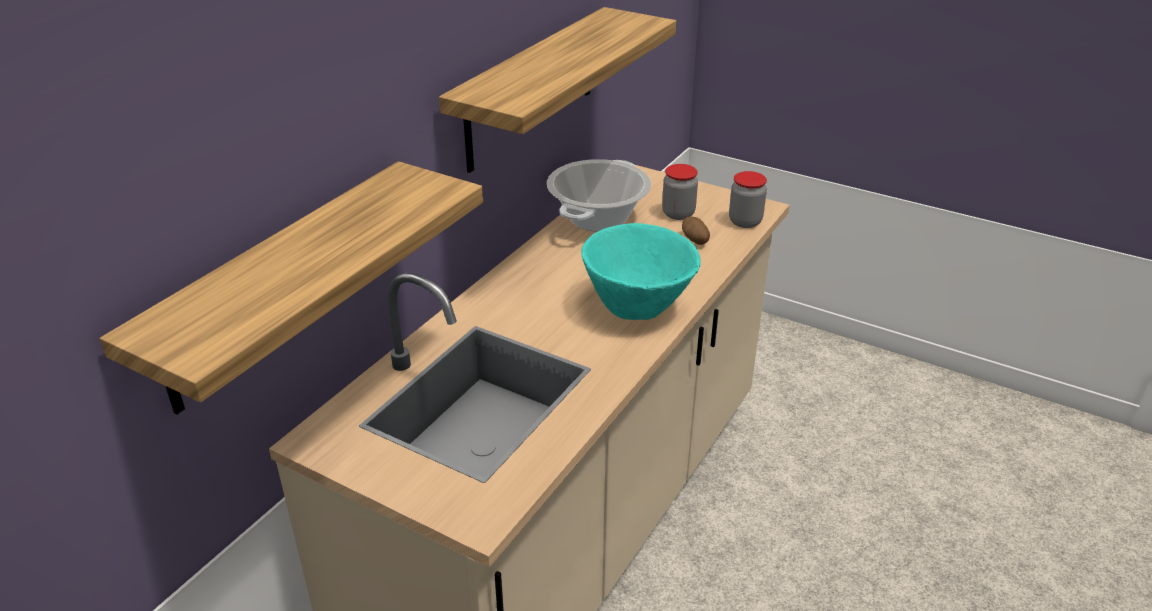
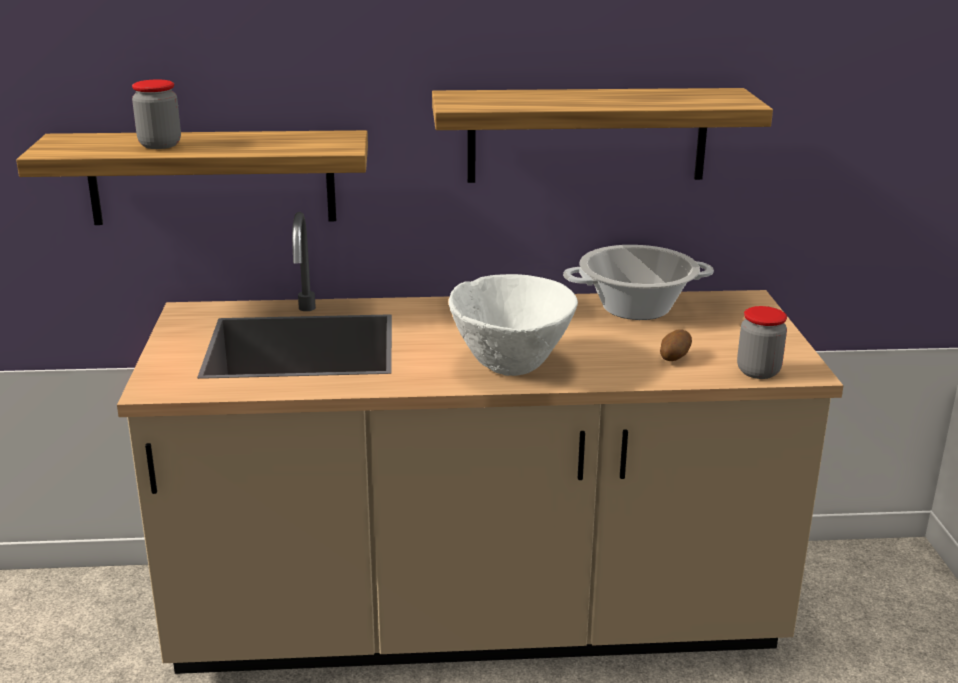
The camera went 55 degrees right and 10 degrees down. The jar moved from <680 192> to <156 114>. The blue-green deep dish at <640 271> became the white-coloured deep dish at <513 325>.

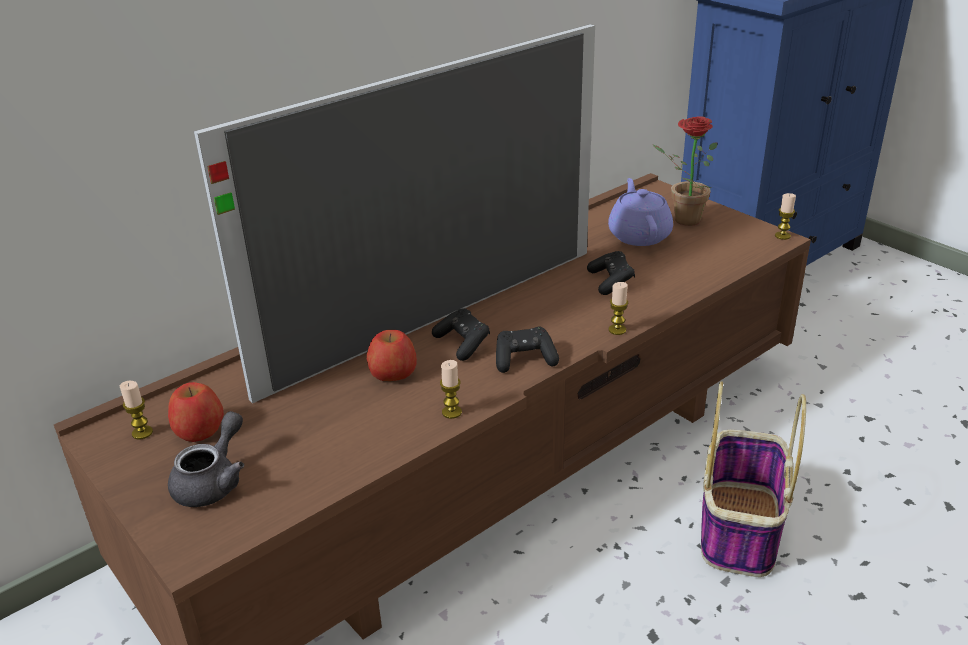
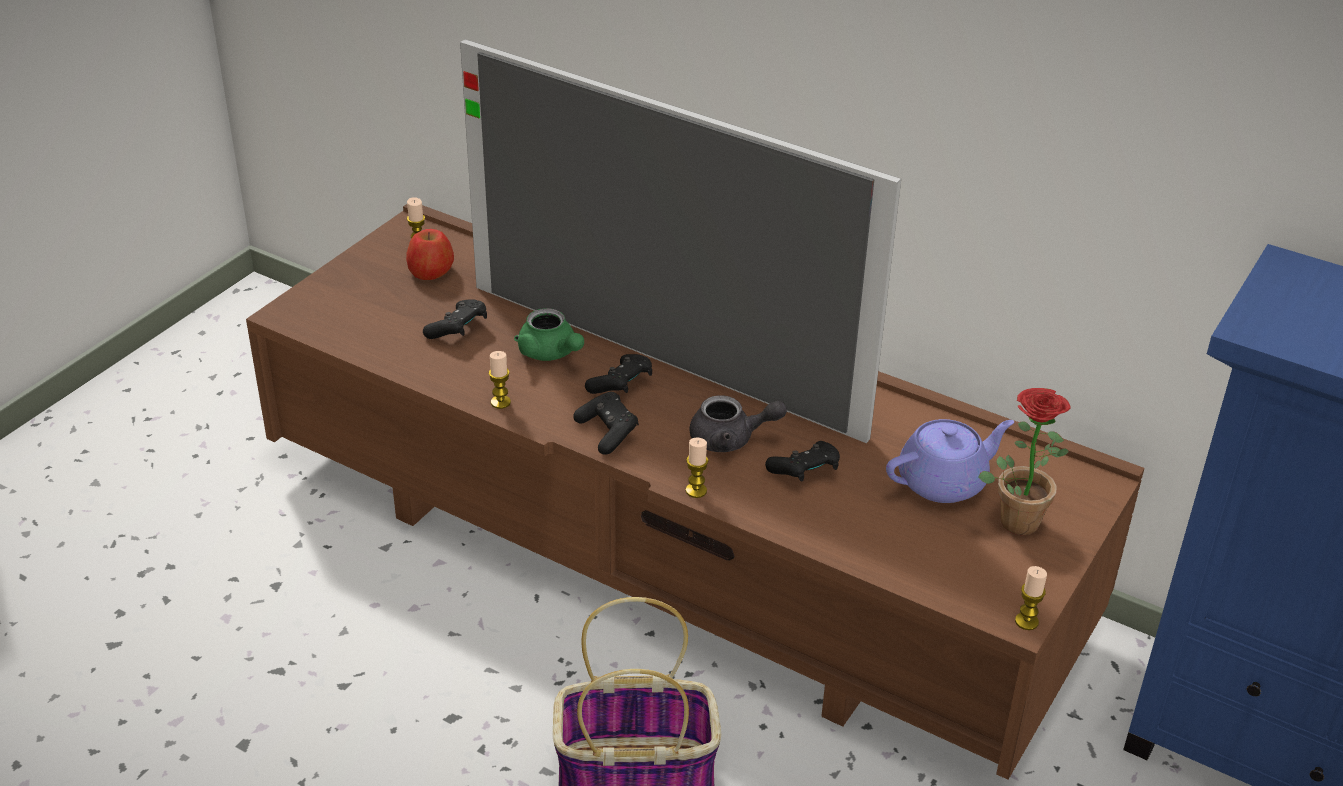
The camera went 70 degrees right and 5 degrees up. The black gamepad at <455 319> appeared. The apple fruit at <392 355> was replaced by the greenish pot for tea at <549 334>. The gray pot for tea moved from <206 459> to <738 423>.

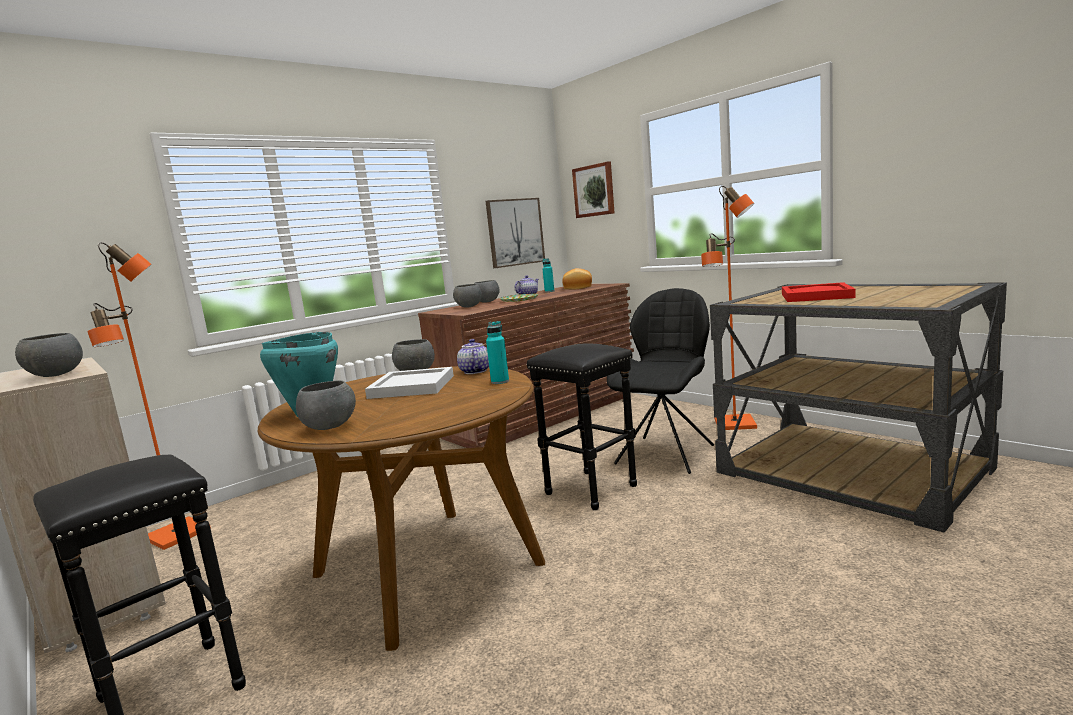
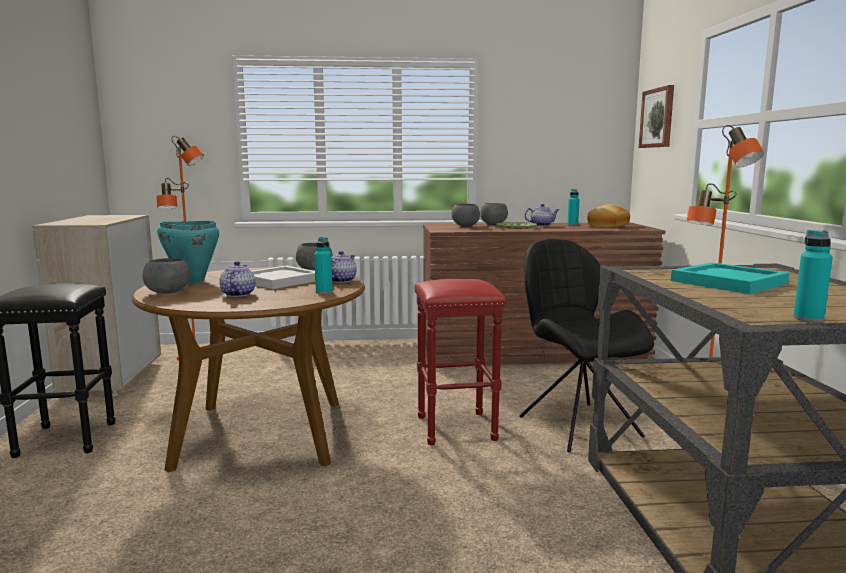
The camera went 35 degrees right and 0 degrees up. The pot for tea at <237 279> appeared. The black stool at <582 427> became the red-coloured stool at <460 362>. The black plain chair at <660 381> turned 90 degrees counterclockwise. The red-coloured tray at <819 292> became the blue-green tray at <730 278>. The blue-green beverage bottle at <813 276> appeared. The gray deep dish at <49 355> disappeared. The wall art at <515 233> disappeared.

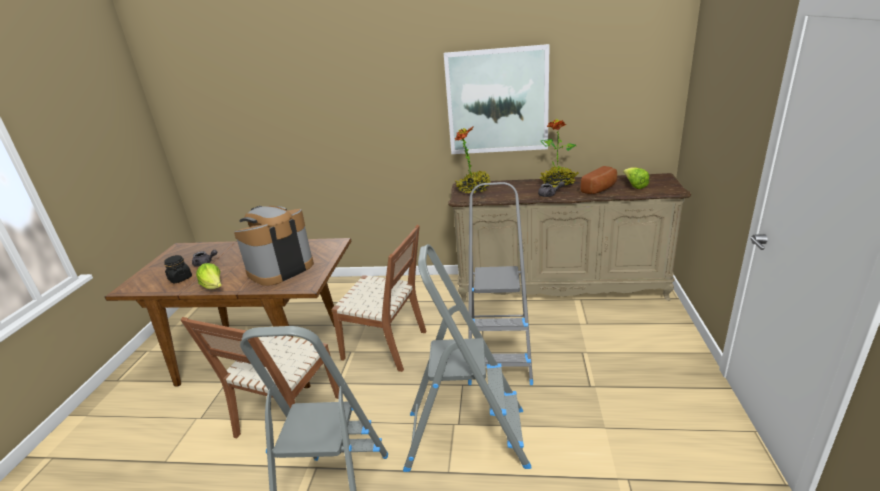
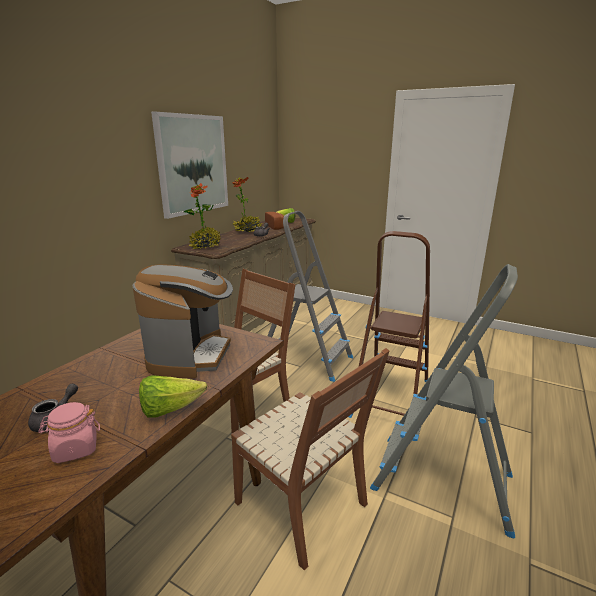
The camera went 70 degrees left and 5 degrees down. The black jar at <178 269> became the pink jar at <69 432>. The coffee machine at <274 246> turned 150 degrees counterclockwise. The gray stepladder at <467 358> became the brown-coloured stepladder at <389 324>.

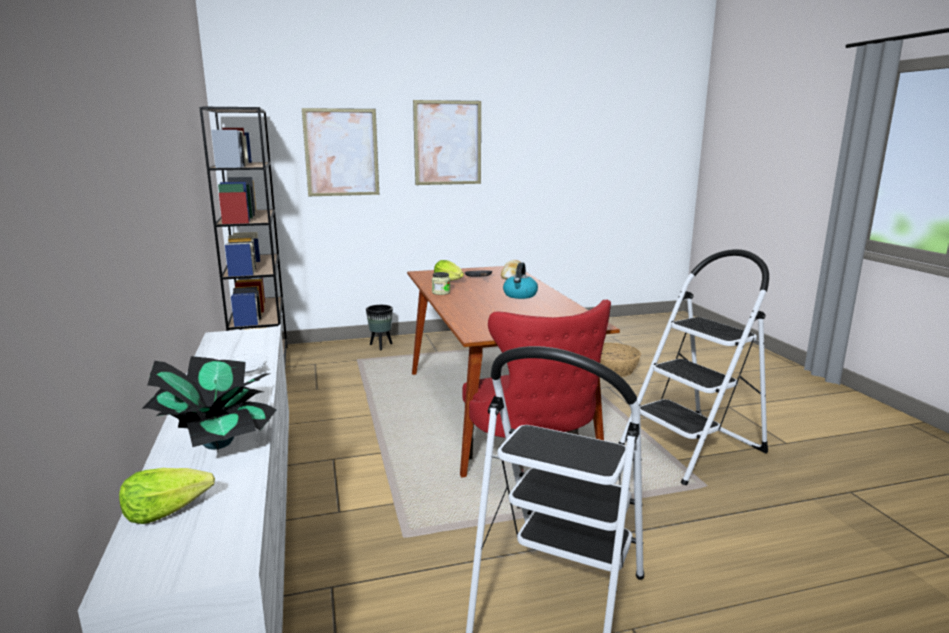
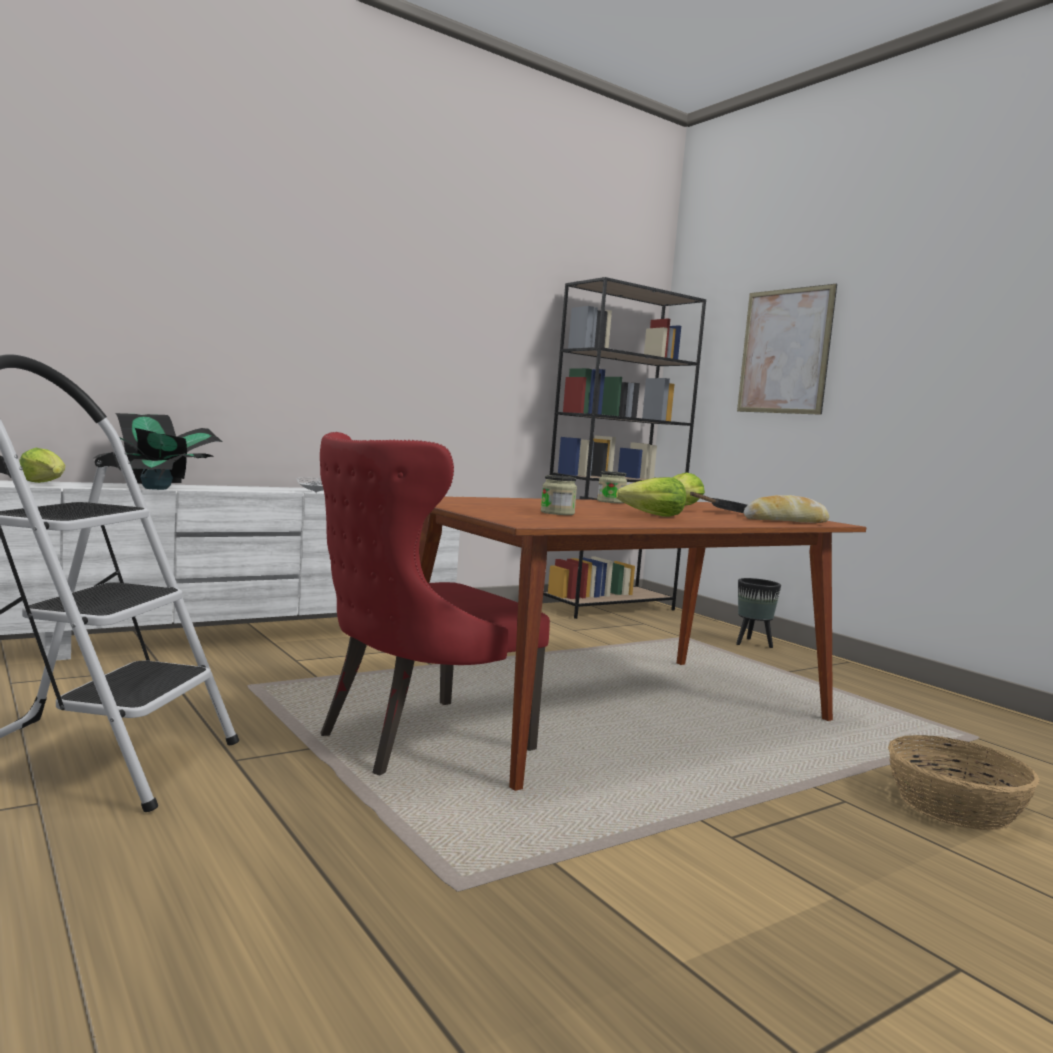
The camera went 70 degrees right and 10 degrees down. The jar at <559 495> appeared. The tea kettle at <520 280> was replaced by the head of lettuce at <651 497>. The wall art at <447 142> disappeared. The stepladder at <693 367> disappeared.

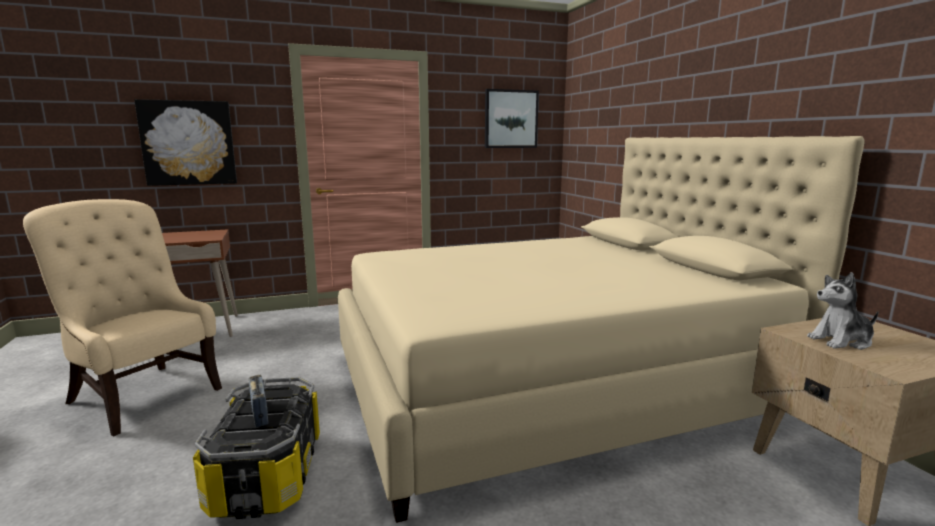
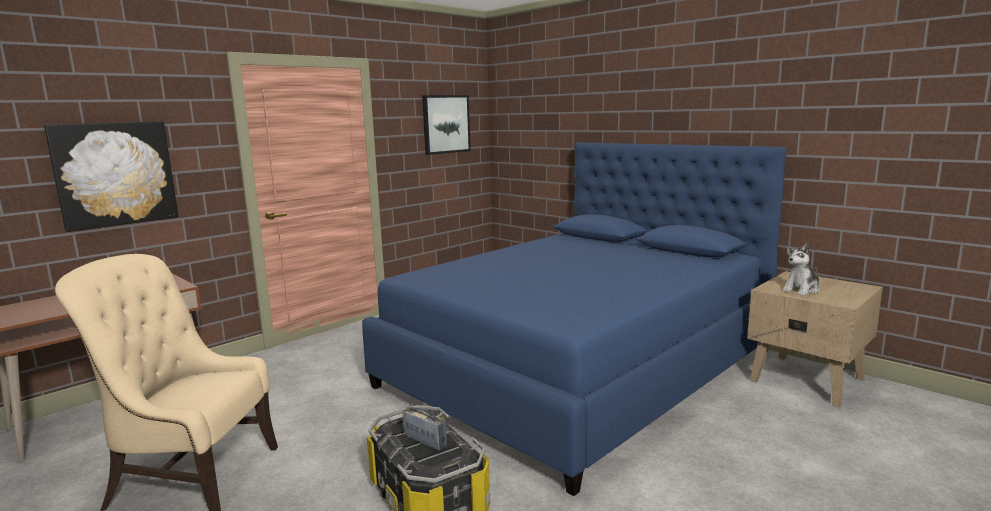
The camera went 25 degrees left and 0 degrees up. The sand-coloured sleeping bed at <601 329> became the blue-coloured sleeping bed at <574 319>.

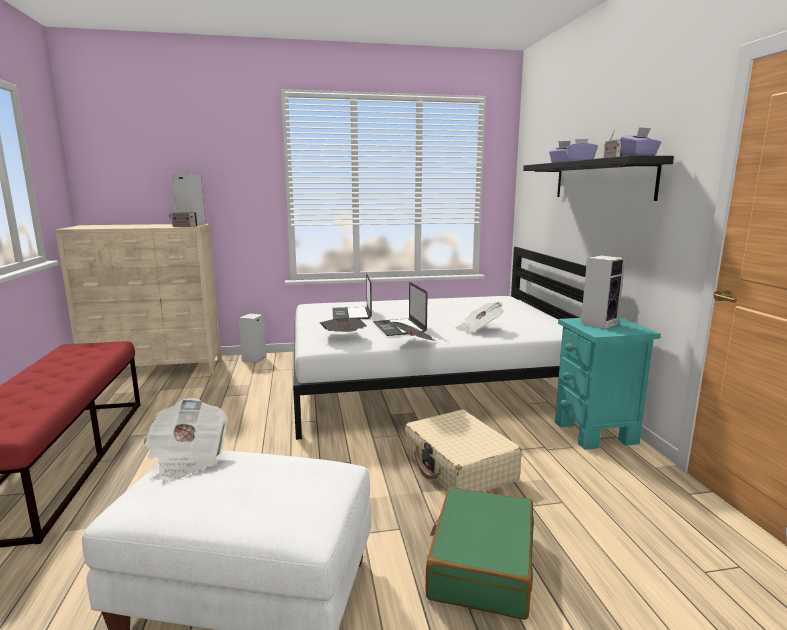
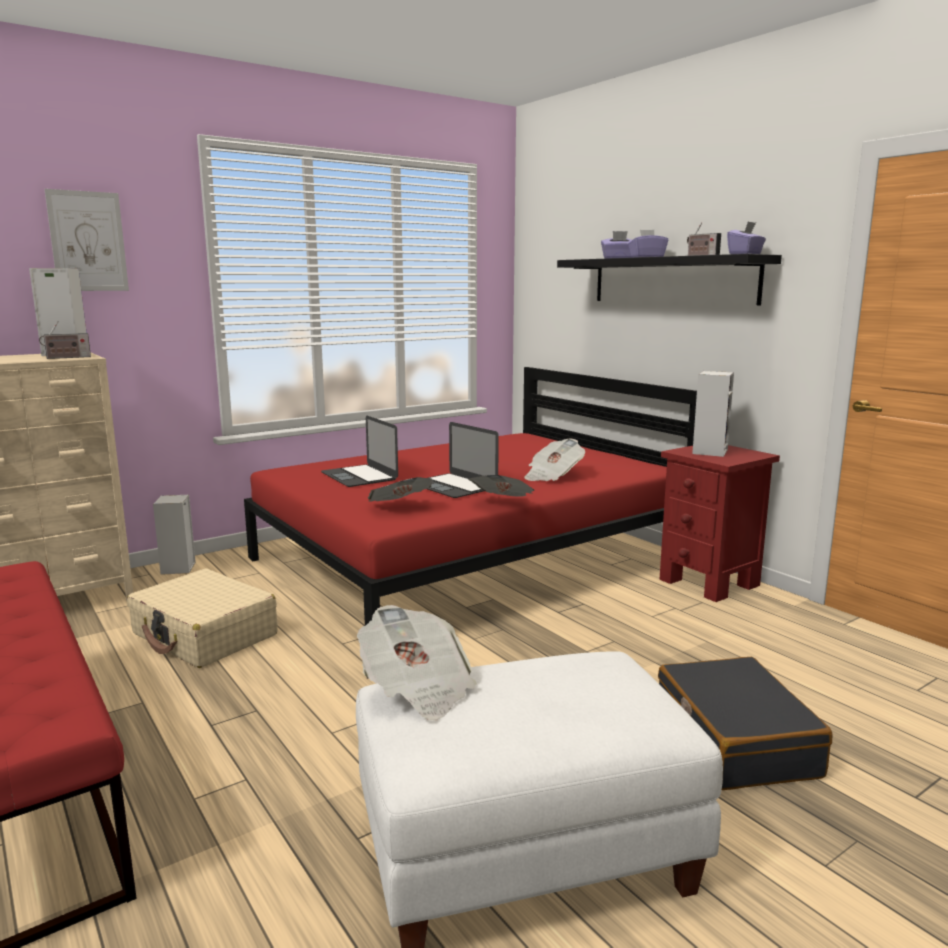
The camera went 25 degrees left and 0 degrees up. The wall art at <86 240> appeared. The sand-coloured travel case moved from <463 451> to <202 618>. The white-coloured sleeping bed at <439 343> became the red-coloured sleeping bed at <470 496>. The greenish travel case at <480 553> became the black travel case at <745 723>. The blue-green bedside table at <608 383> became the red-coloured bedside table at <719 523>.

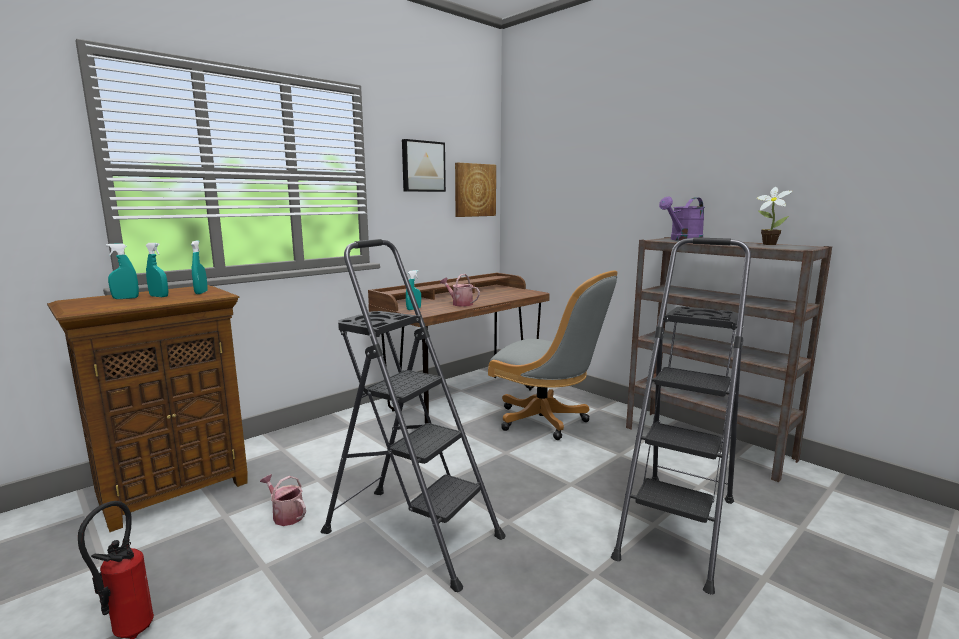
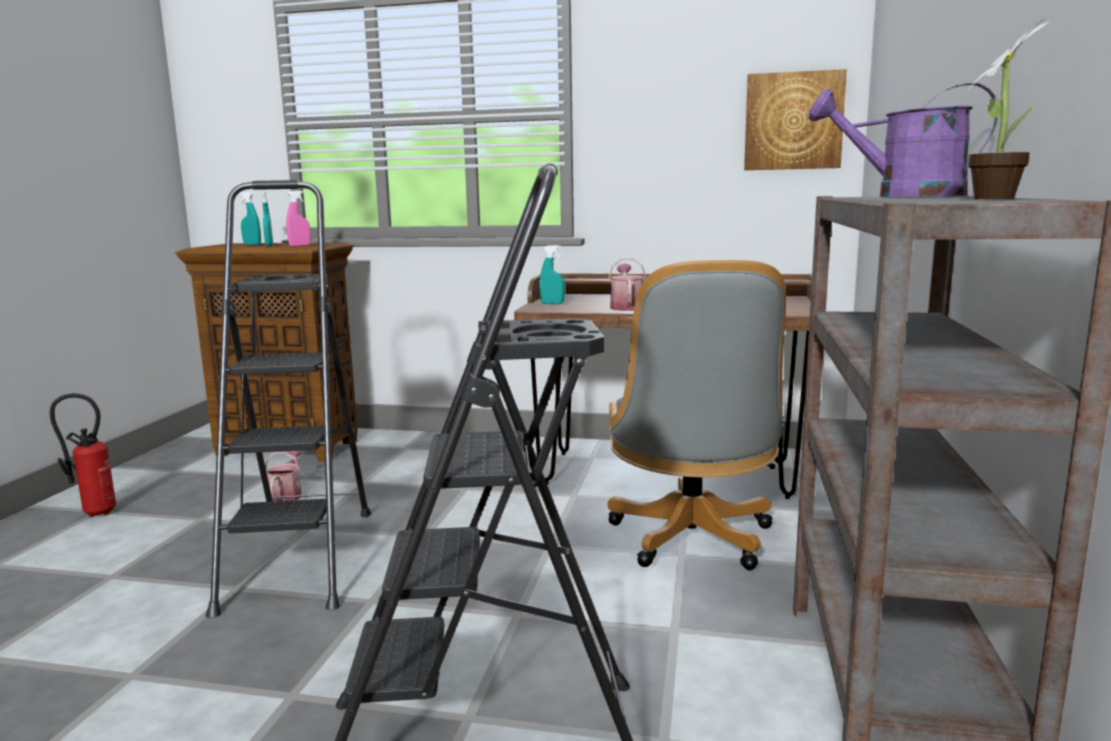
The camera went 55 degrees right and 0 degrees up. The blue-green sprayer at <199 267> became the pink sprayer at <298 219>. The wall art at <424 165> disappeared.

